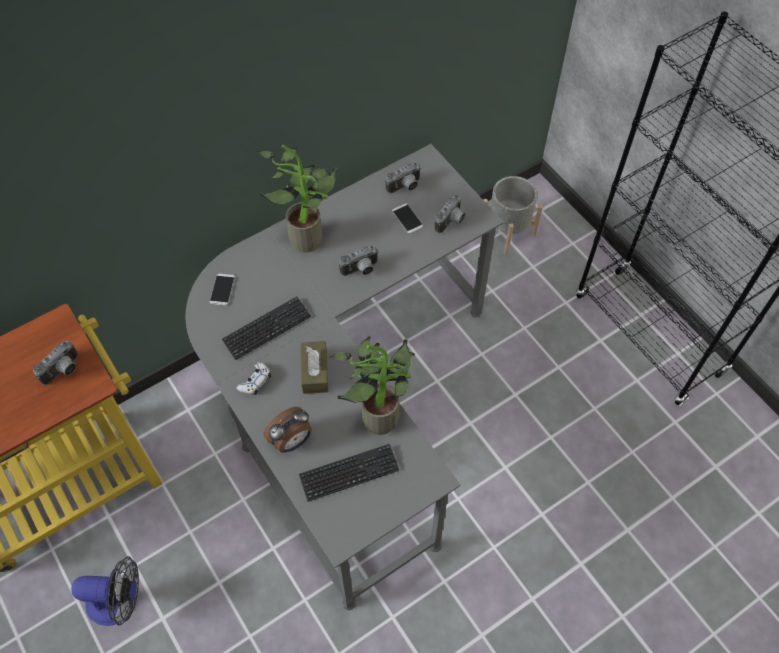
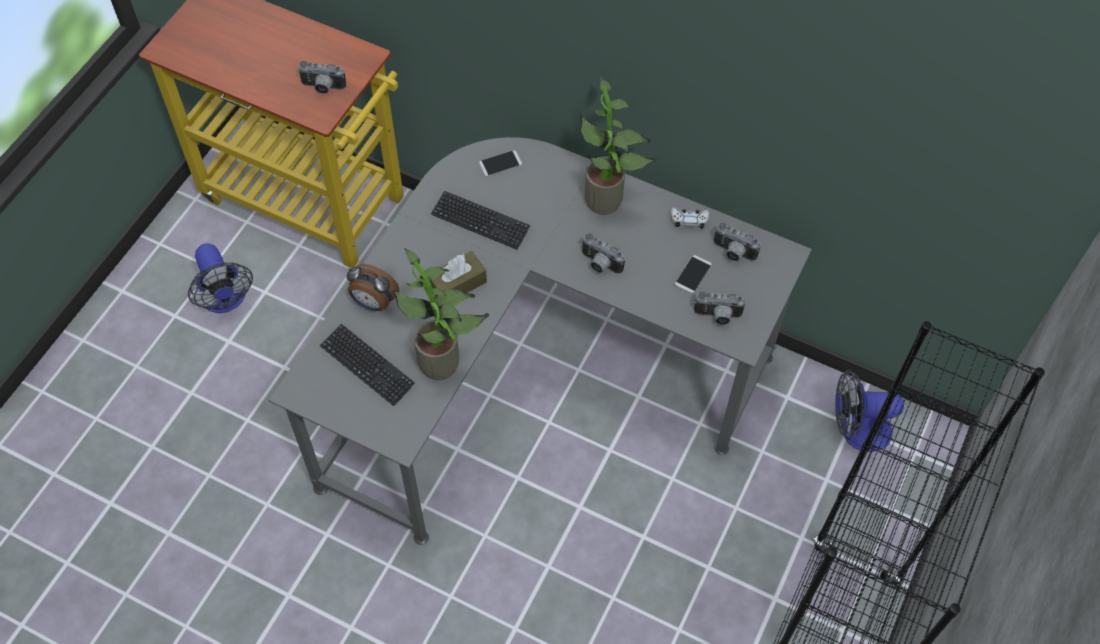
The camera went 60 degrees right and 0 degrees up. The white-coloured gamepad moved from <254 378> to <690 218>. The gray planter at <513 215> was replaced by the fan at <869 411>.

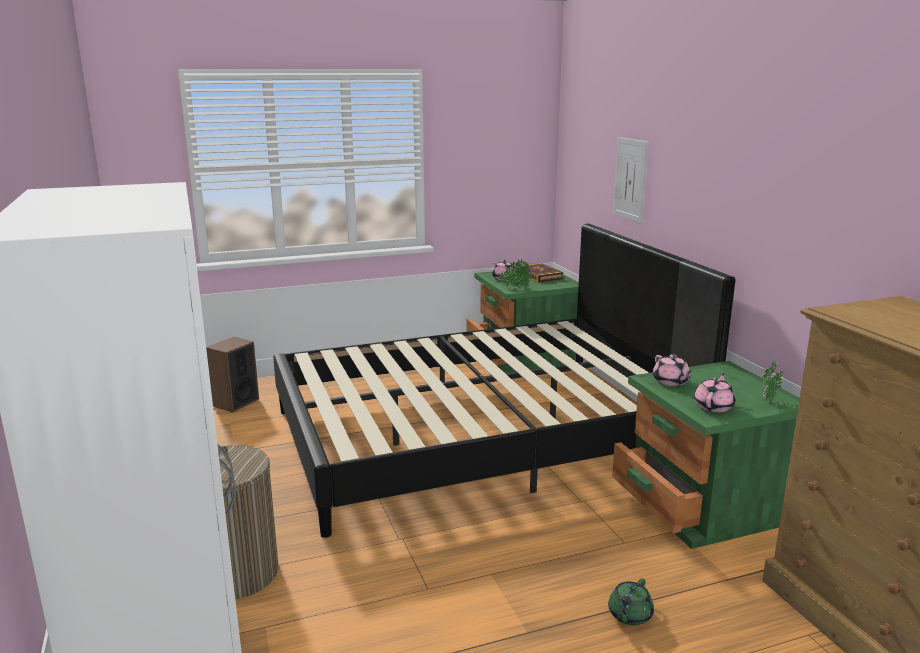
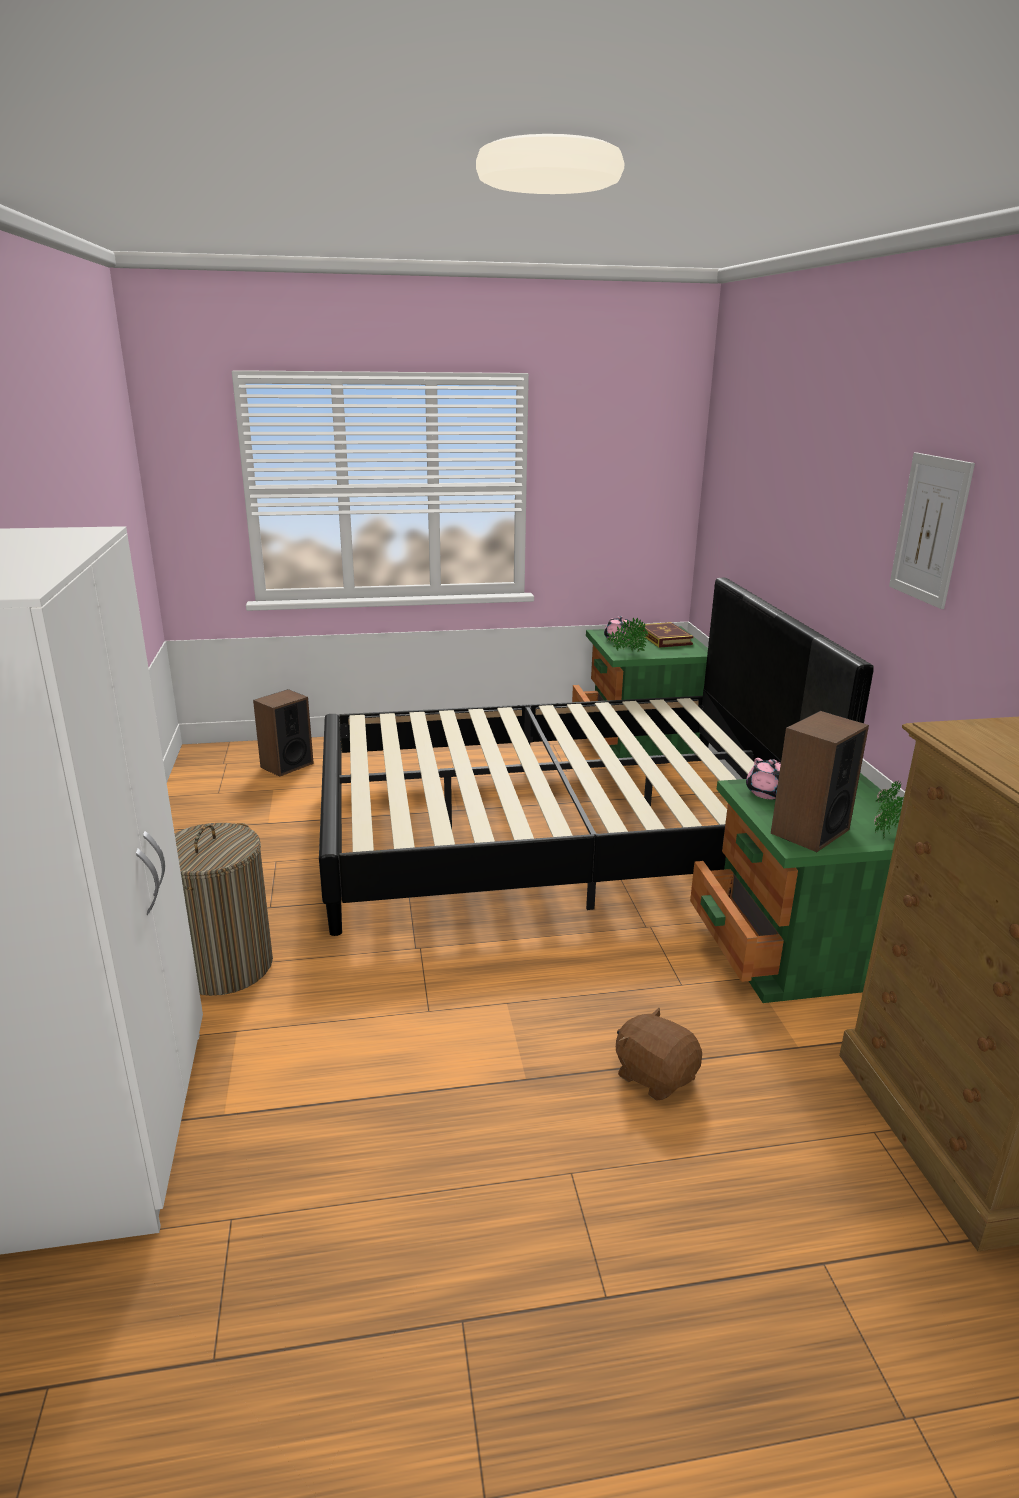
The camera went 10 degrees right and 5 degrees up. The greenish pot for tea at <631 601> was replaced by the brown-coloured soft toy at <659 1054>. The pink pot for tea at <714 393> was replaced by the speaker at <820 781>. The wall art moved from <631 180> to <932 530>.

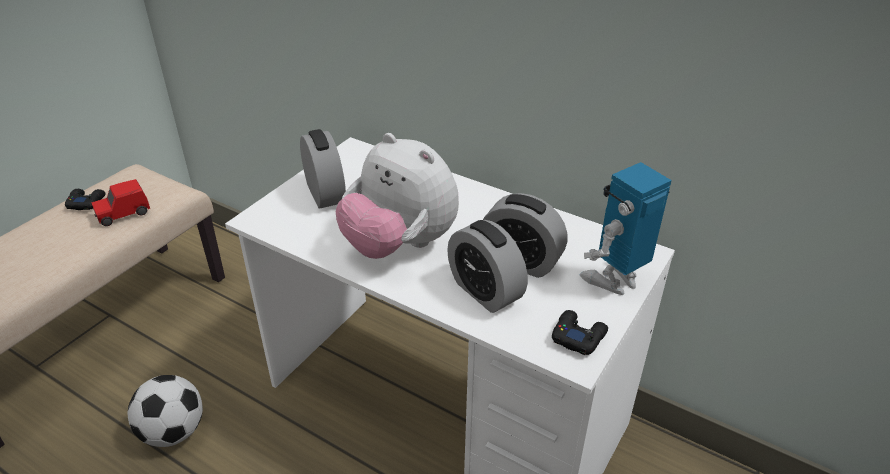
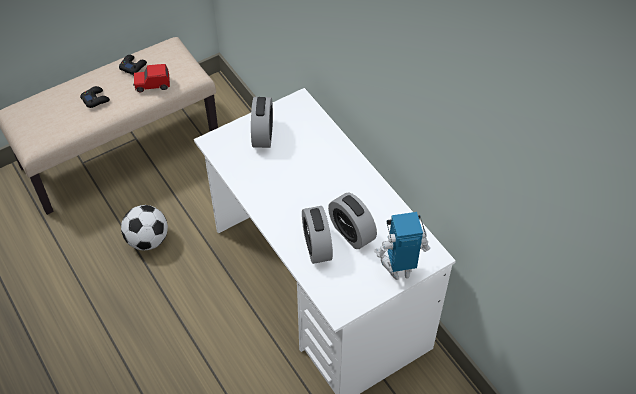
The camera went 25 degrees right and 15 degrees up. The black gamepad moved from <580 332> to <95 97>. The soft toy at <397 196> disappeared.

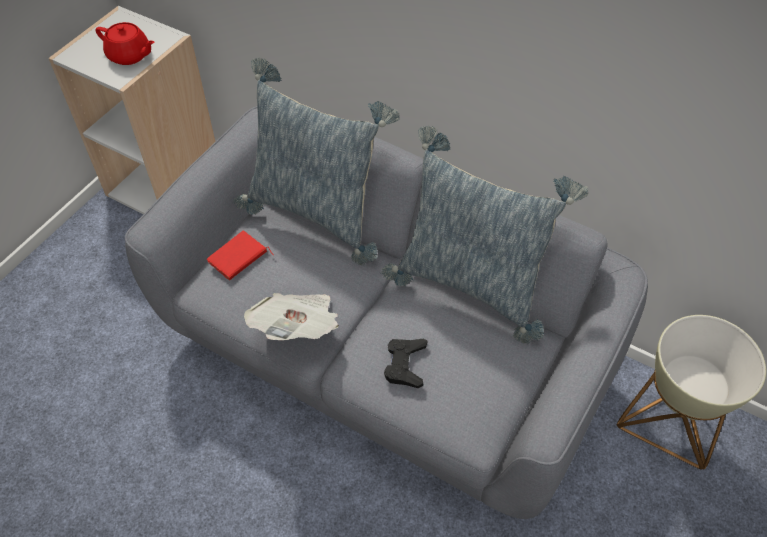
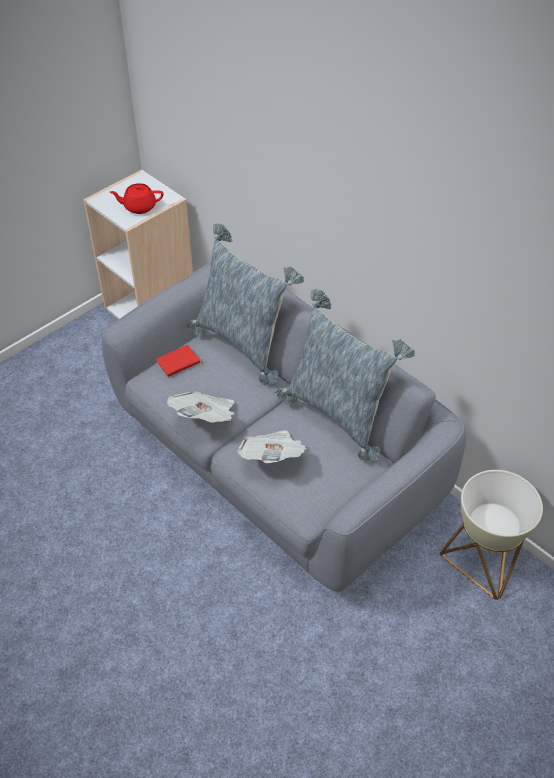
The camera went 15 degrees right and 5 degrees down. The red-coloured pot for tea at <125 43> turned 135 degrees clockwise. The black gamepad at <405 363> was replaced by the newspaper at <272 446>.

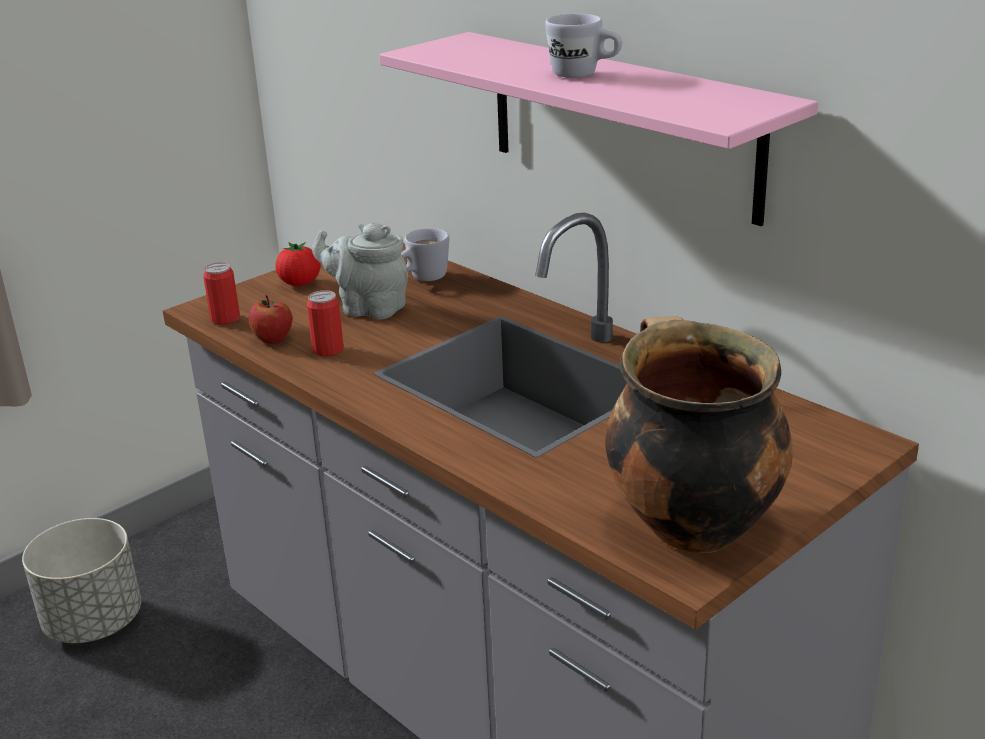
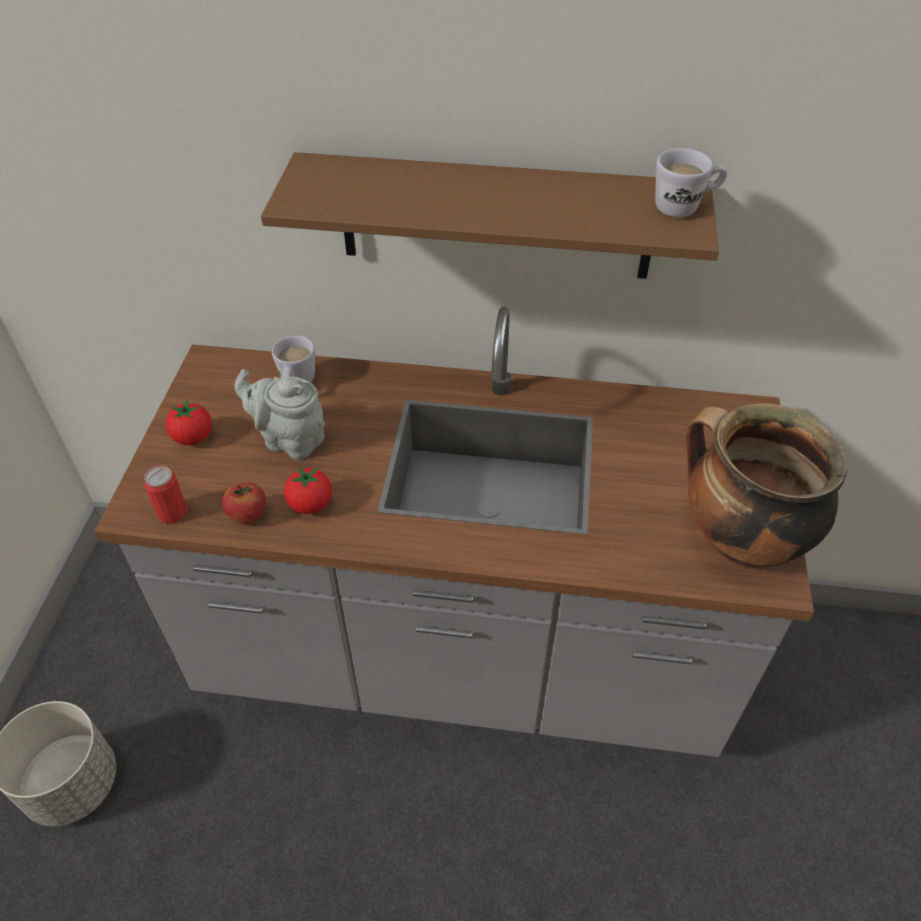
The camera went 40 degrees left and 20 degrees up. The gray pot for tea at <360 271> turned 45 degrees clockwise. The pink shelf at <598 129> became the brown-coloured shelf at <490 215>. The can at <325 323> was replaced by the whole tomato at <308 490>. The white-coloured tea mug moved from <583 46> to <691 183>.

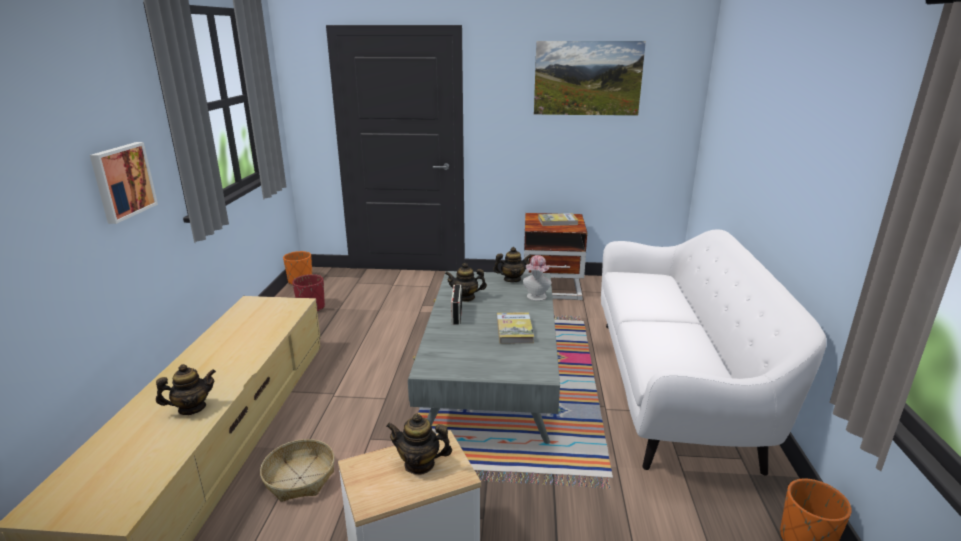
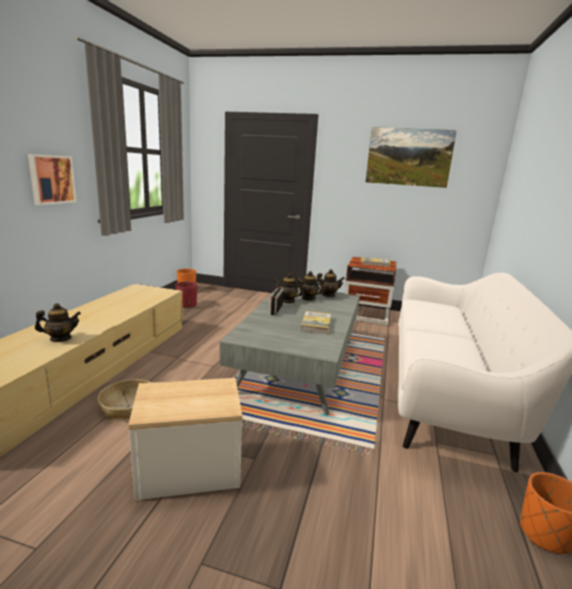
The camera went 10 degrees right and 5 degrees down. The pot for tea moved from <419 444> to <310 286>. The wearable hat at <537 278> disappeared.

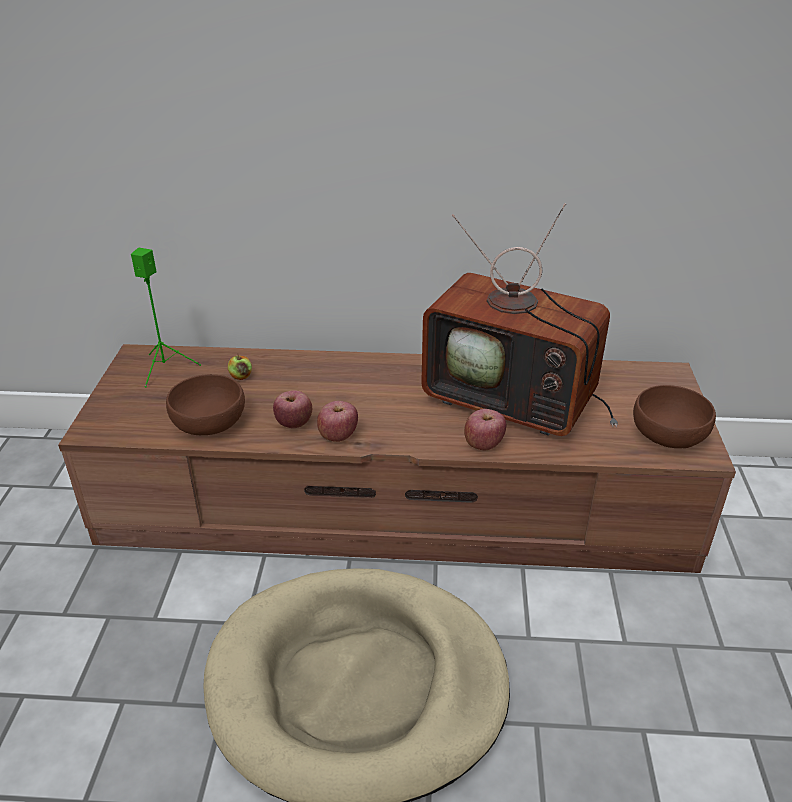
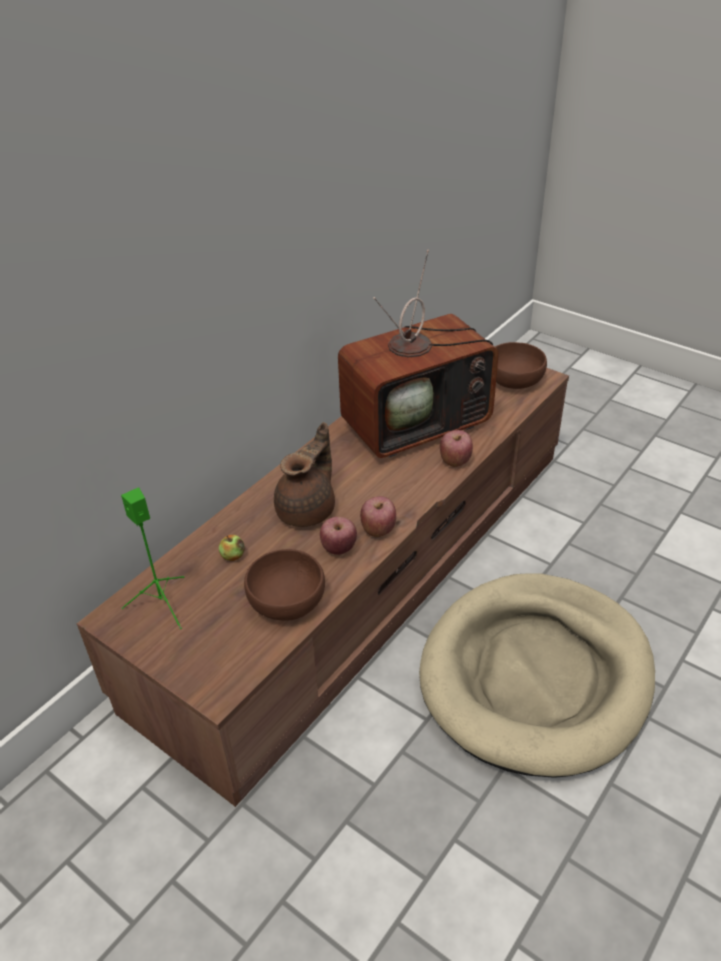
The camera went 55 degrees left and 5 degrees up. The brown-coloured pot for tea at <304 474> appeared.

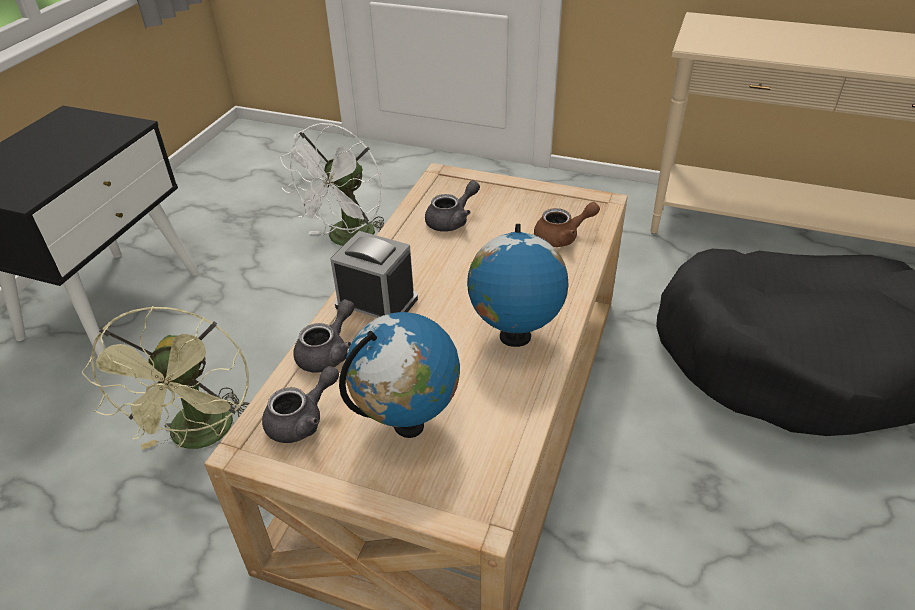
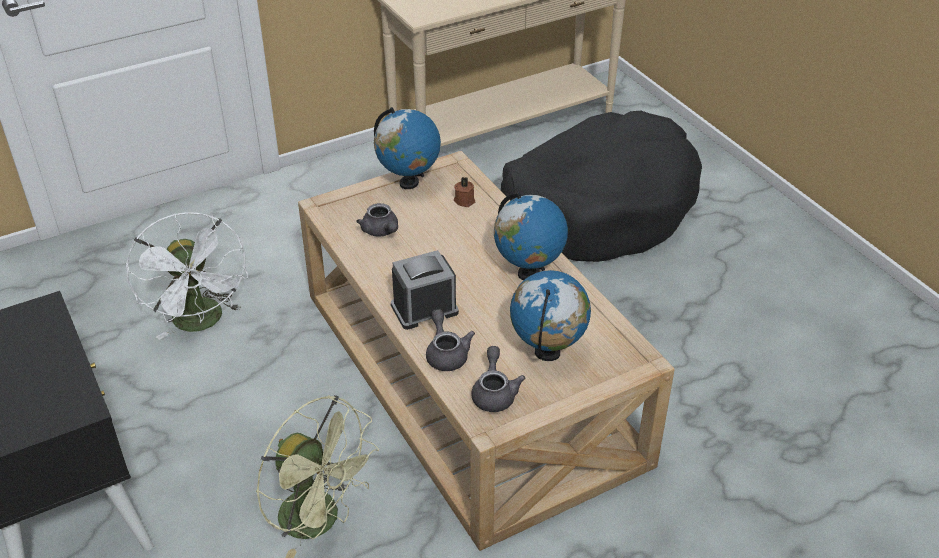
The camera went 50 degrees left and 0 degrees up. The gray pot for tea at <452 206> turned 150 degrees clockwise. The world globe at <407 148> appeared. The brown-coloured pot for tea at <567 224> was replaced by the brown-coloured wax candle at <464 192>.

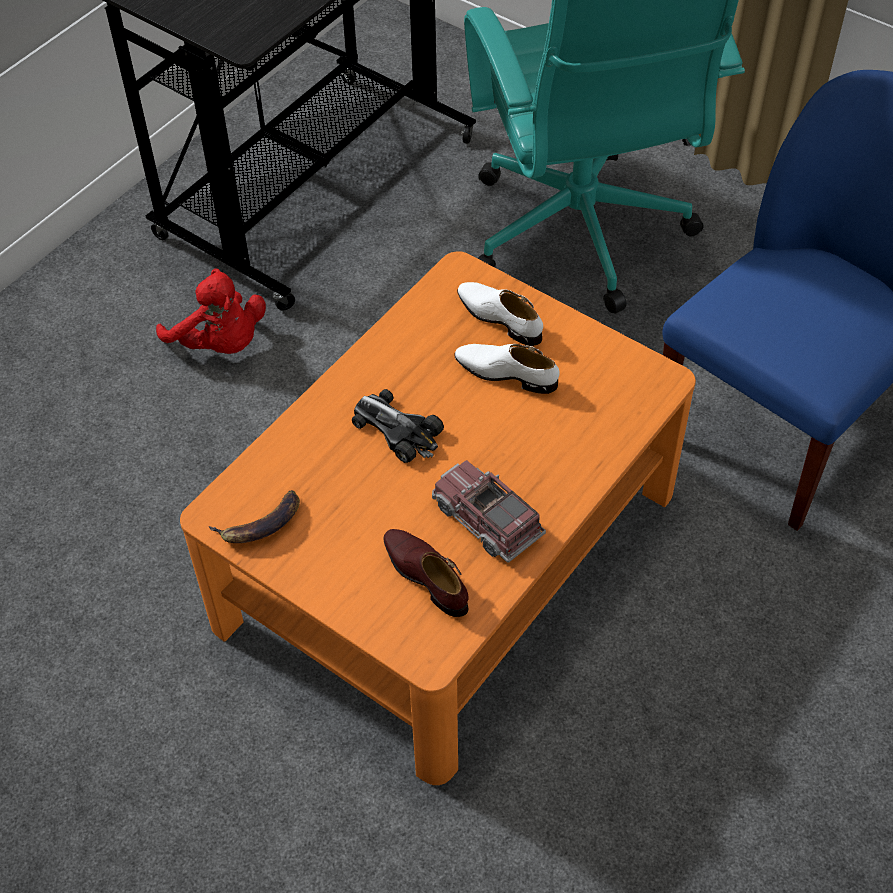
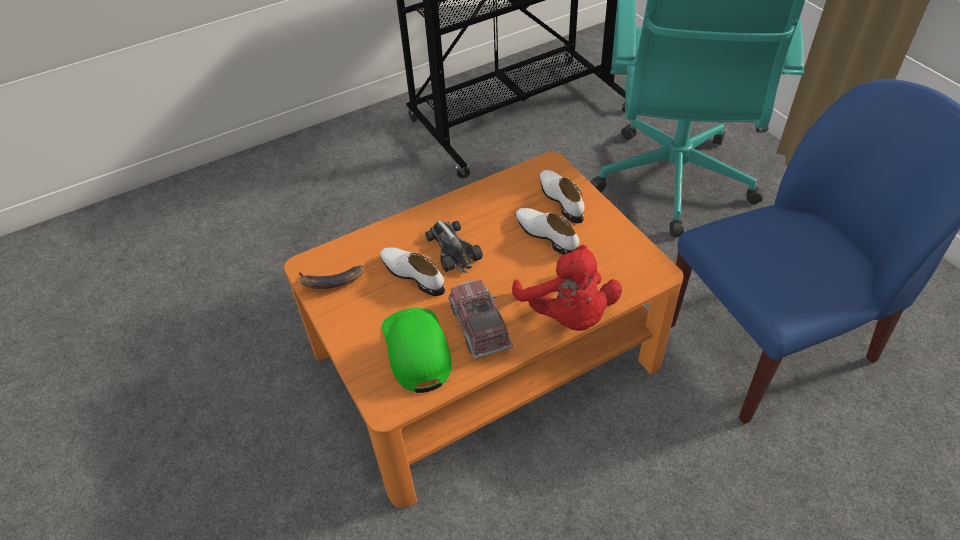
The camera went 25 degrees right and 5 degrees down. The white-coloured item of footwear at <412 271> appeared. The brown-coloured item of footwear at <426 573> was replaced by the greenish baseball cap at <416 350>. The red-coloured soft toy moved from <211 311> to <567 288>.

